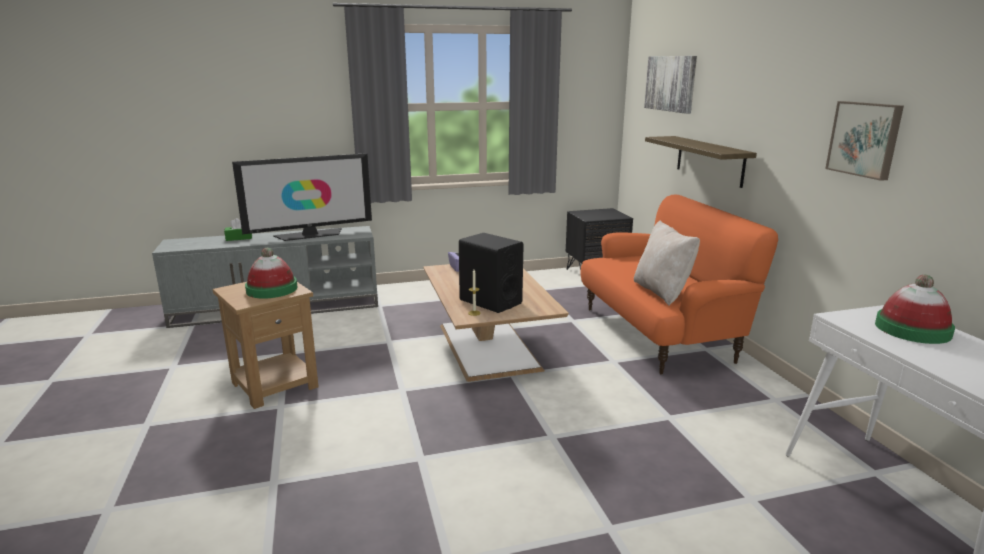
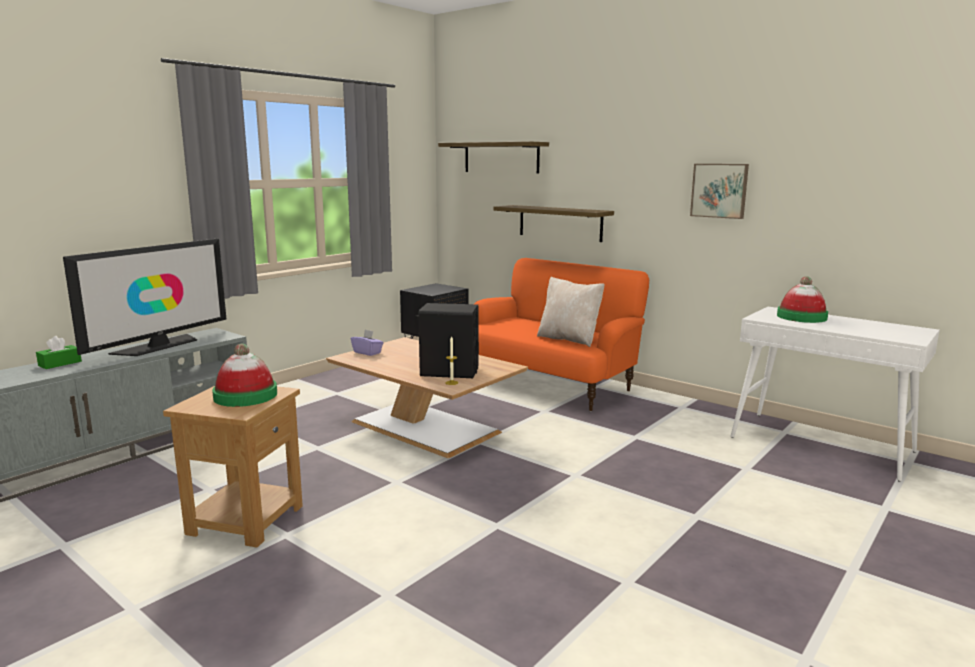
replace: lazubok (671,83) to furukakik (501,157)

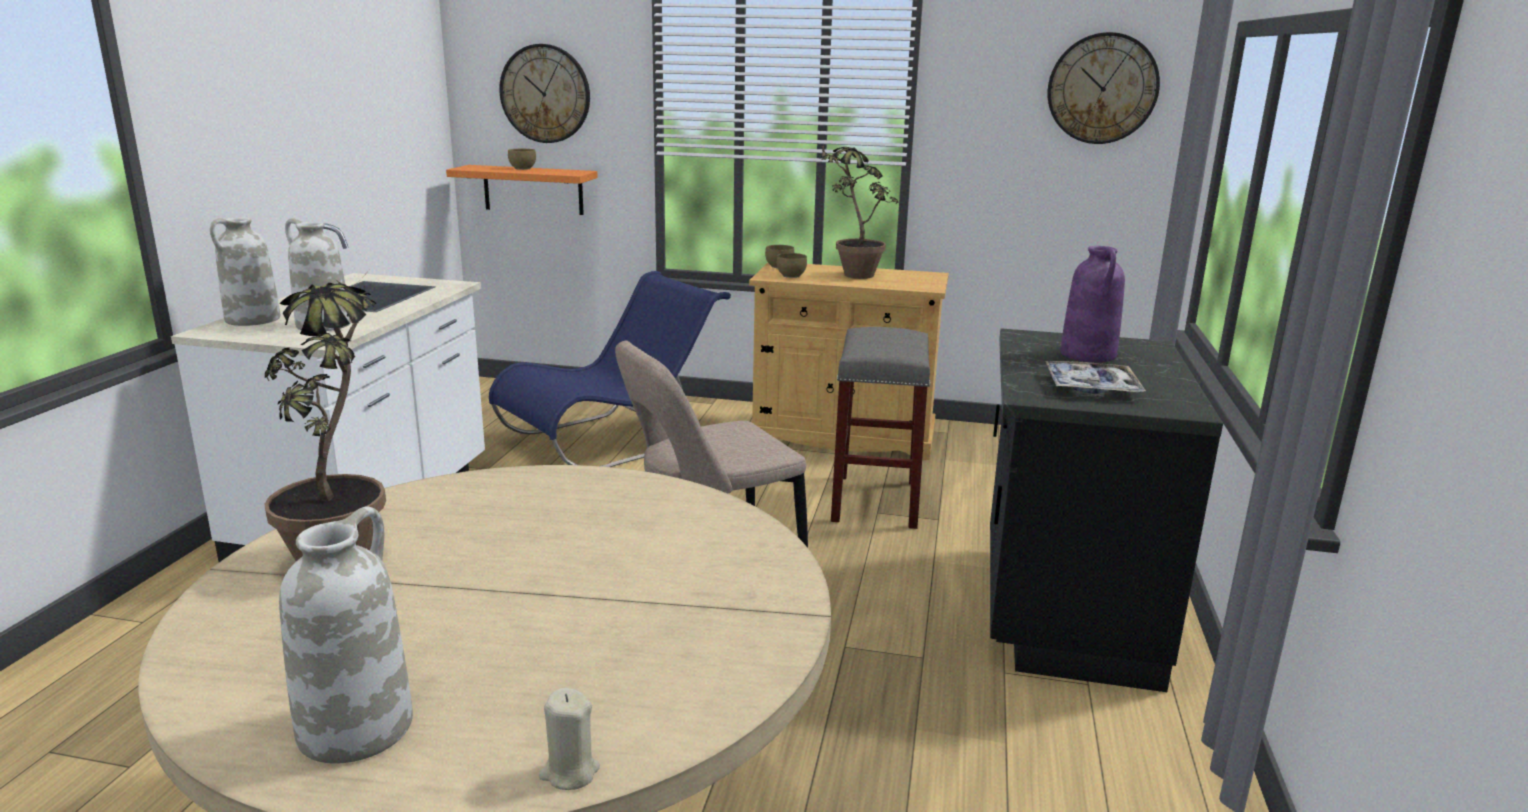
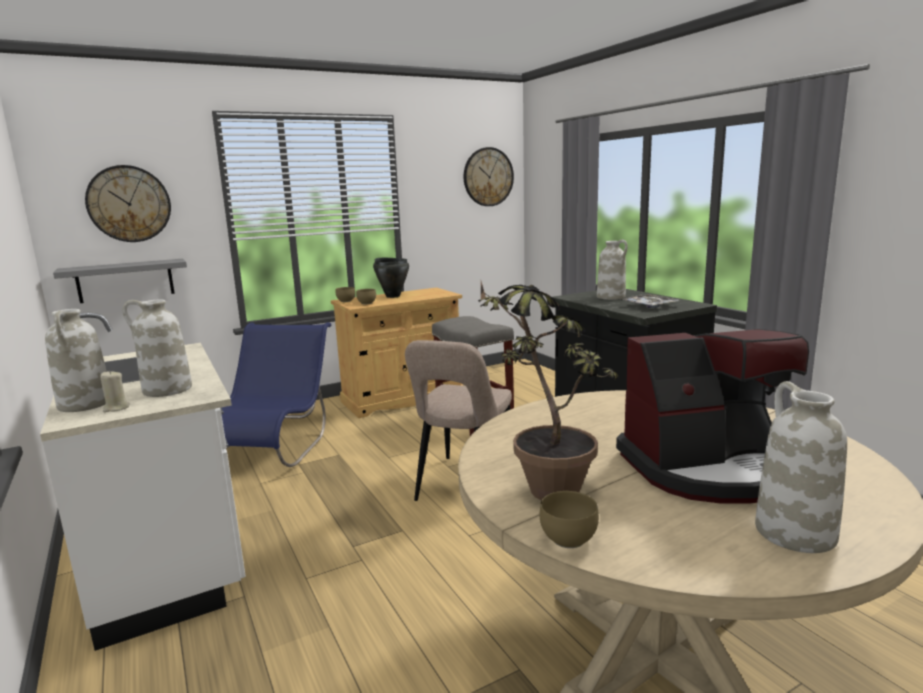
insert: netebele (708,469)
move: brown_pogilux (523,169) to (570,539); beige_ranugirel (569,772) to (116,408)
replace: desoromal (851,273) to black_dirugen (393,296)
recolor: orange_furukakik (533,190) to grey_furukakik (125,280); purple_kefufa (1089,355) to white_kefufa (611,297)

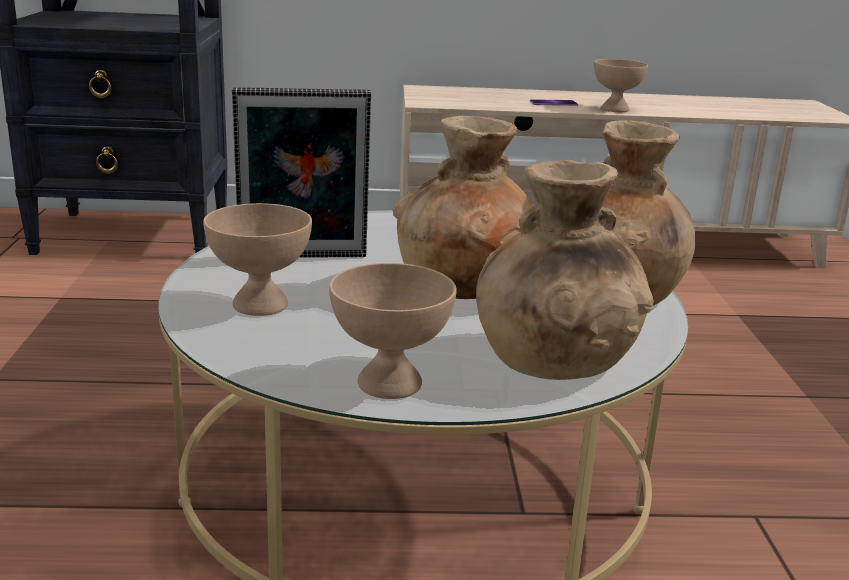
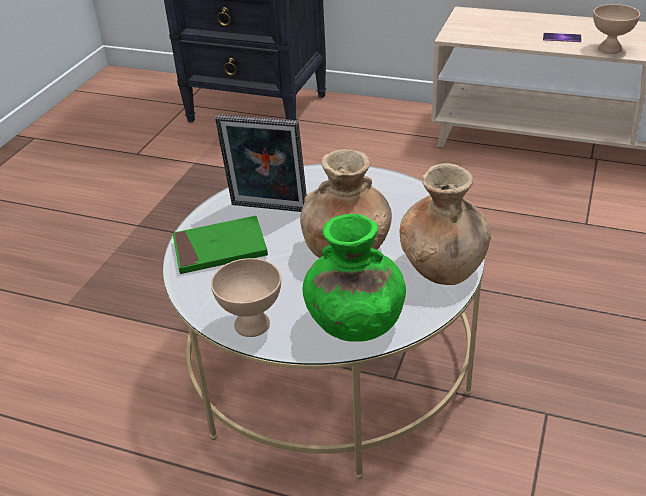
replace: beige_pogilux (258,304) to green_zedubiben (220,249)
recolor: brown_kefufa (554,361) to green_kefufa (354,323)

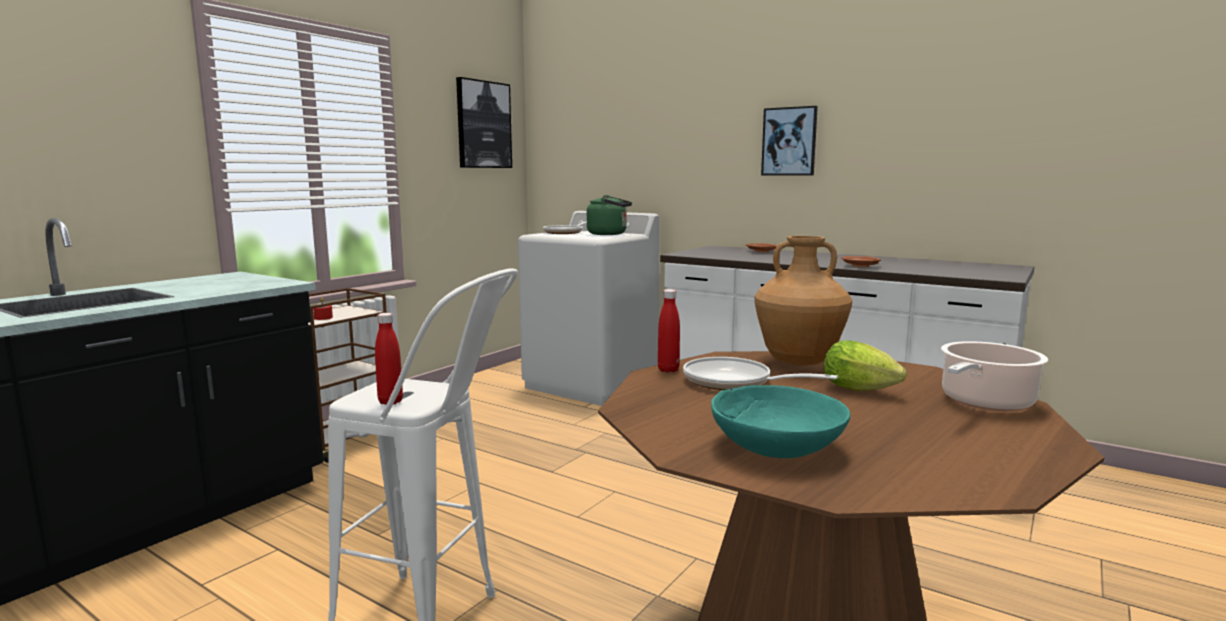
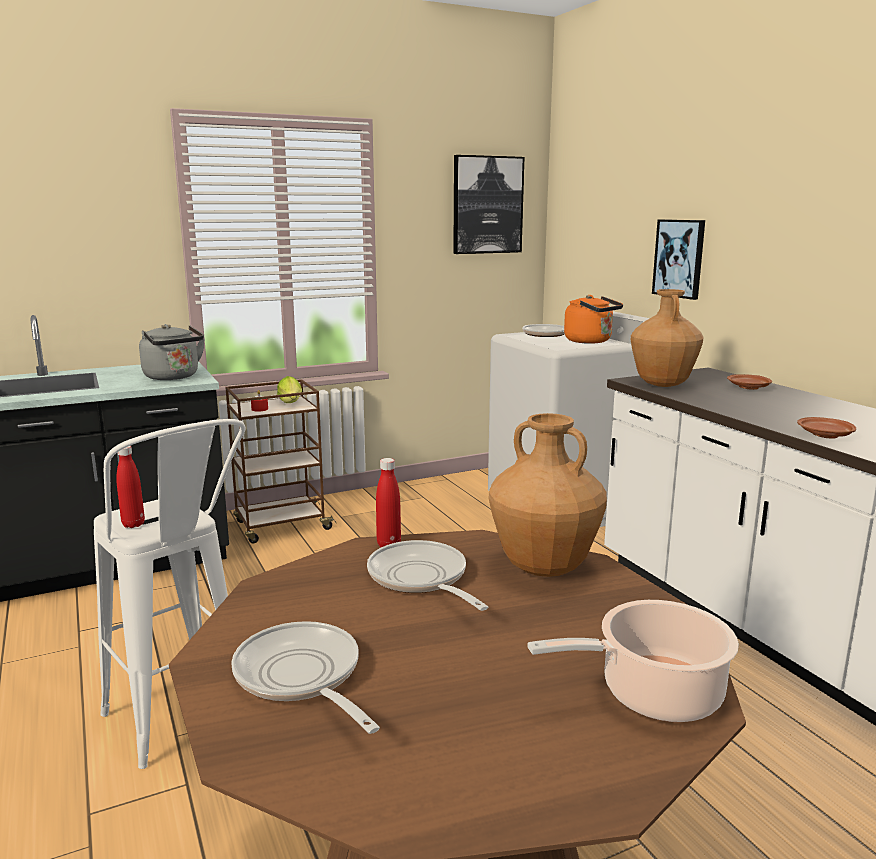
insert: brown_kefufa (662,384); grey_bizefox (174,377)
move: lazubok (789,141) to (679,258); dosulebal (863,390) to (291,404)
replace: turquoise_pogilux (776,446) to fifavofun (301,677)
recolor: green_bizefox (609,234) to orange_bizefox (591,341)

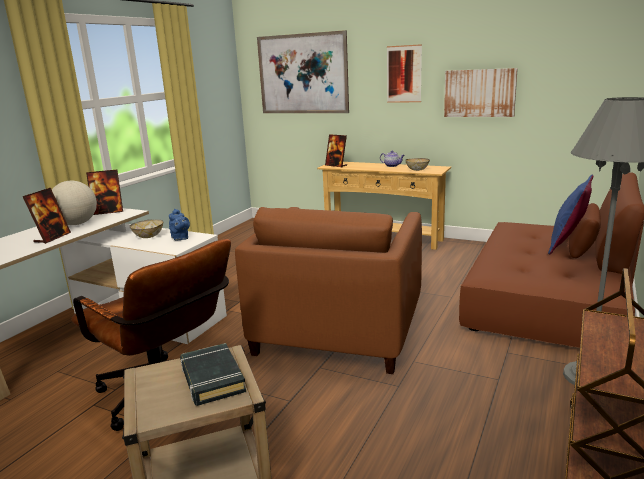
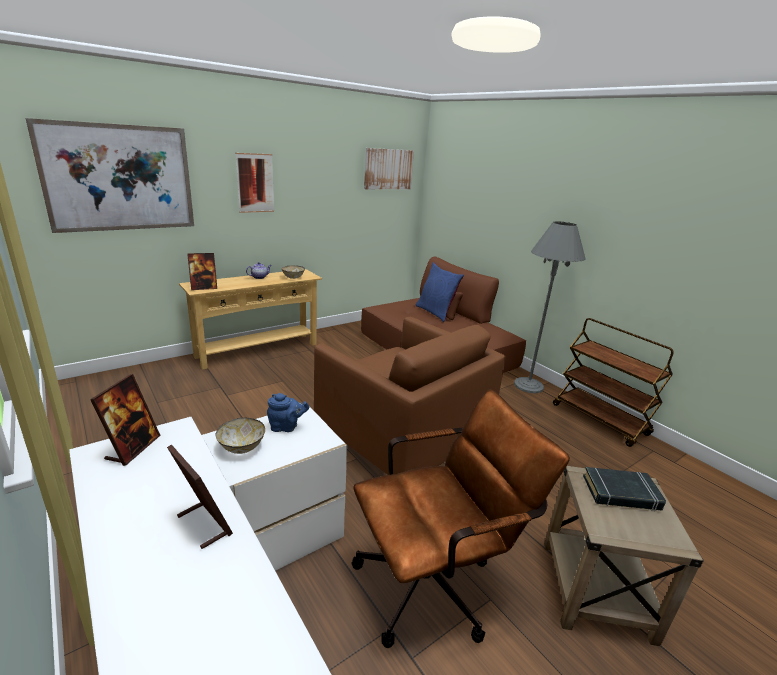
delete: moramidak (76,224)
move: lazubok (479,93) to (388,169)

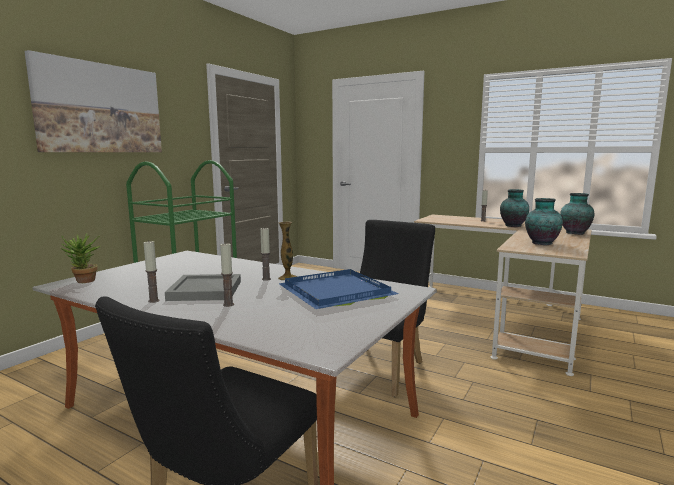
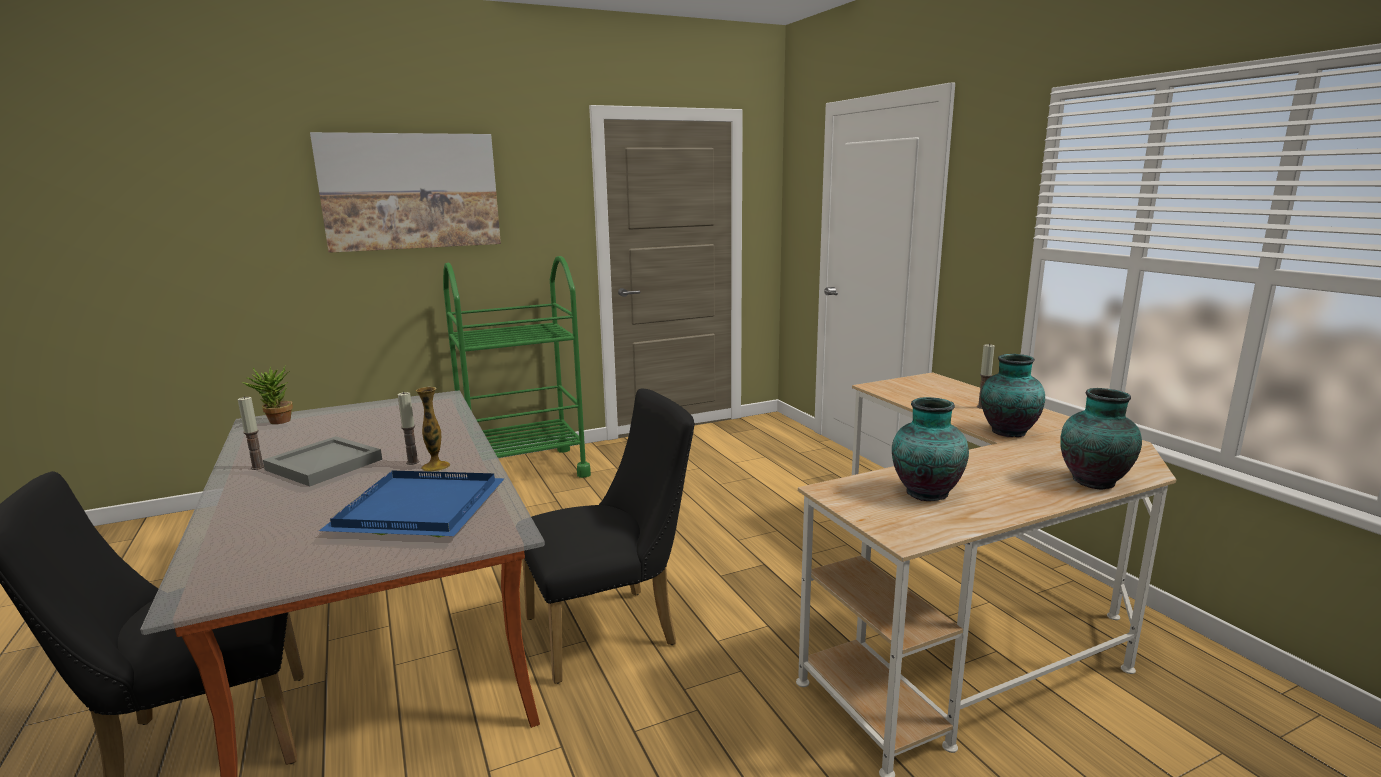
delete: ranugirel (228,304)

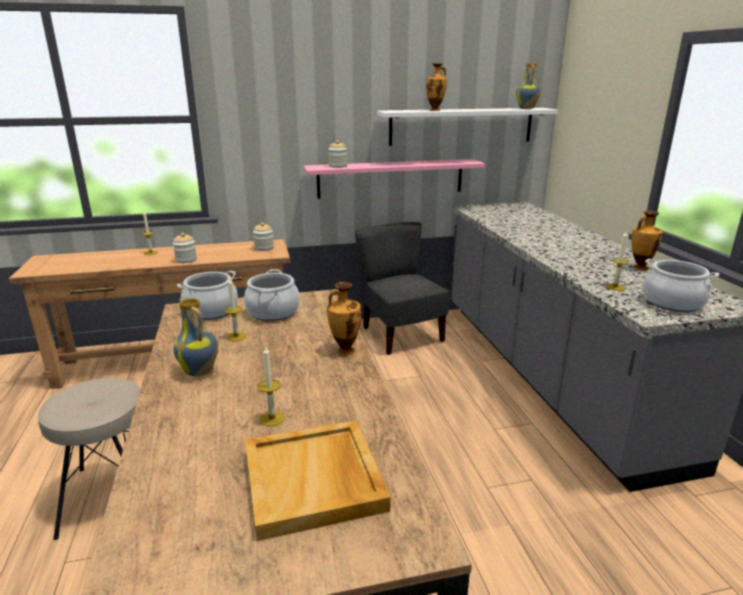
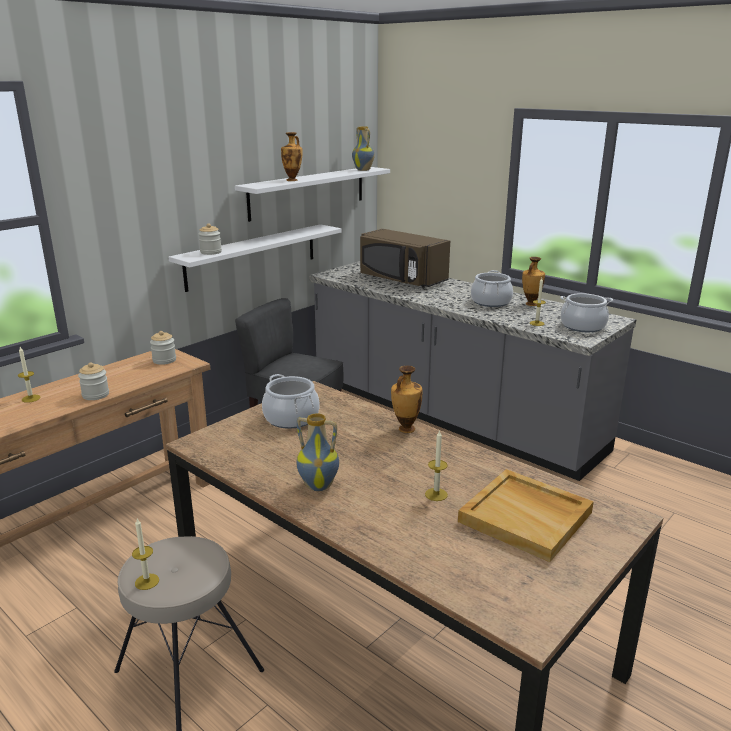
insert: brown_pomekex (401,279)
move: dirugen (211,311) to (490,302); ranugirel (236,336) to (147,581)
recolor: pink_furukakik (391,178) to white_furukakik (252,256)

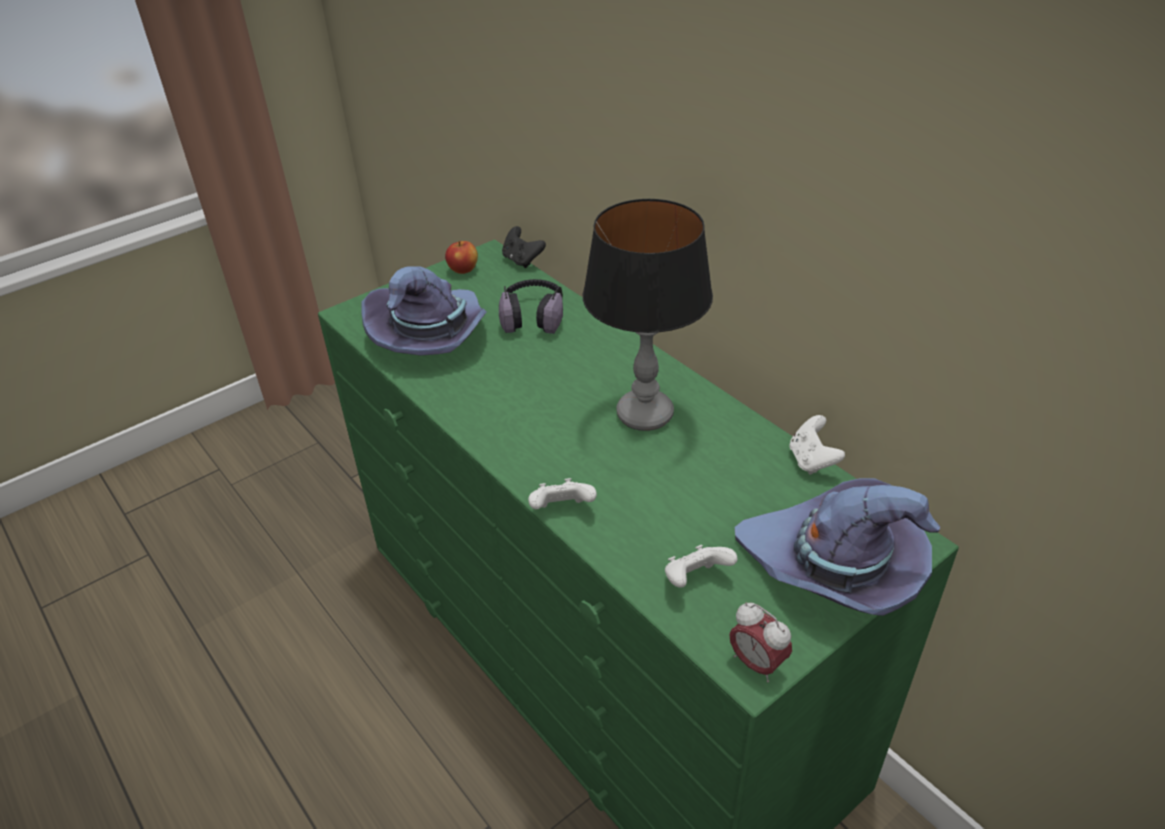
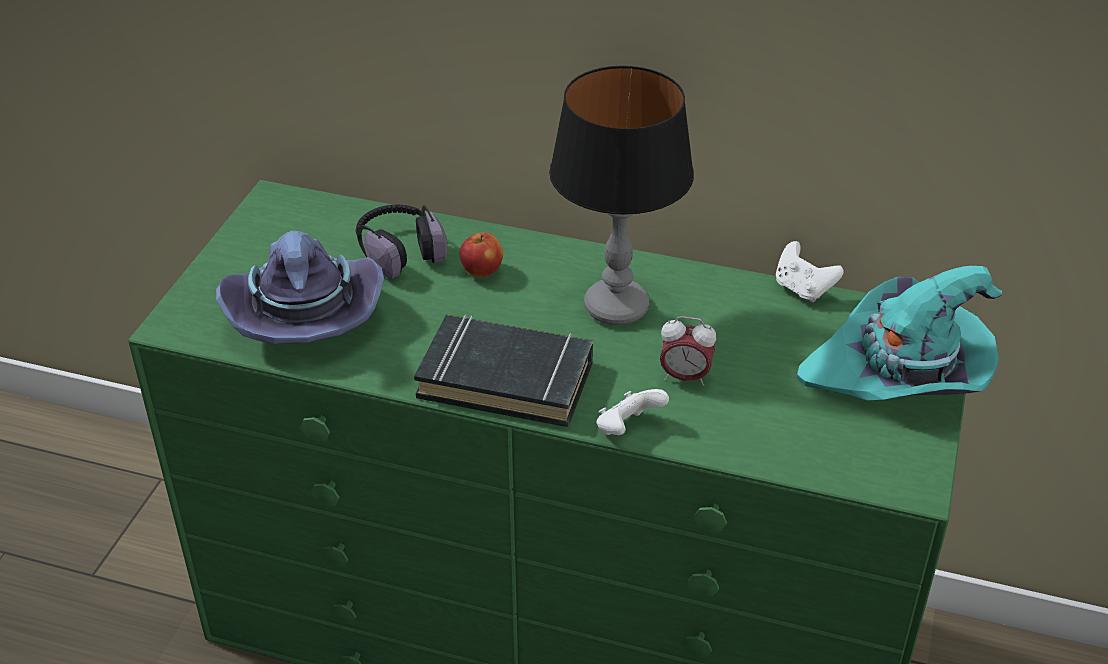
delete: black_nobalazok (522,260); white_nobalazok (695,580)
insert: black_zedubiben (506,379)
move: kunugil (463,270) to (482,271); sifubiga (756,663) to (685,377)
recolor: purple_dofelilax (834,567) to turquoise_dofelilax (901,373)

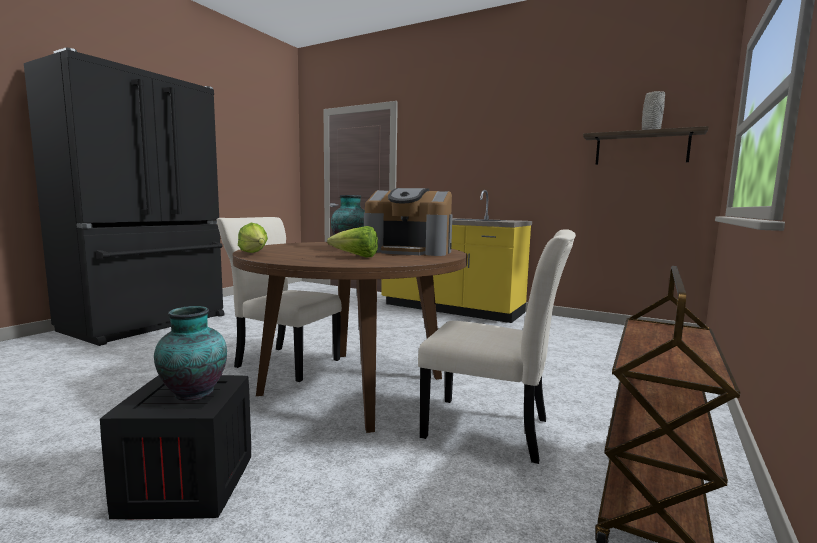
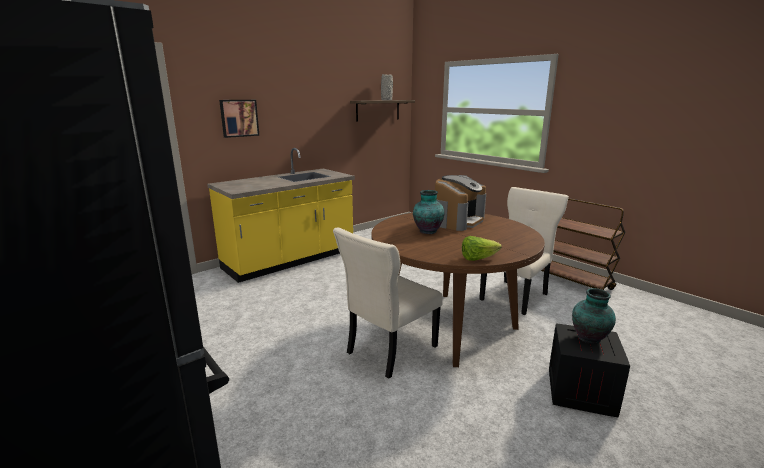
delete: dosulebal (356,257)
insert: lazubok (239,118)

